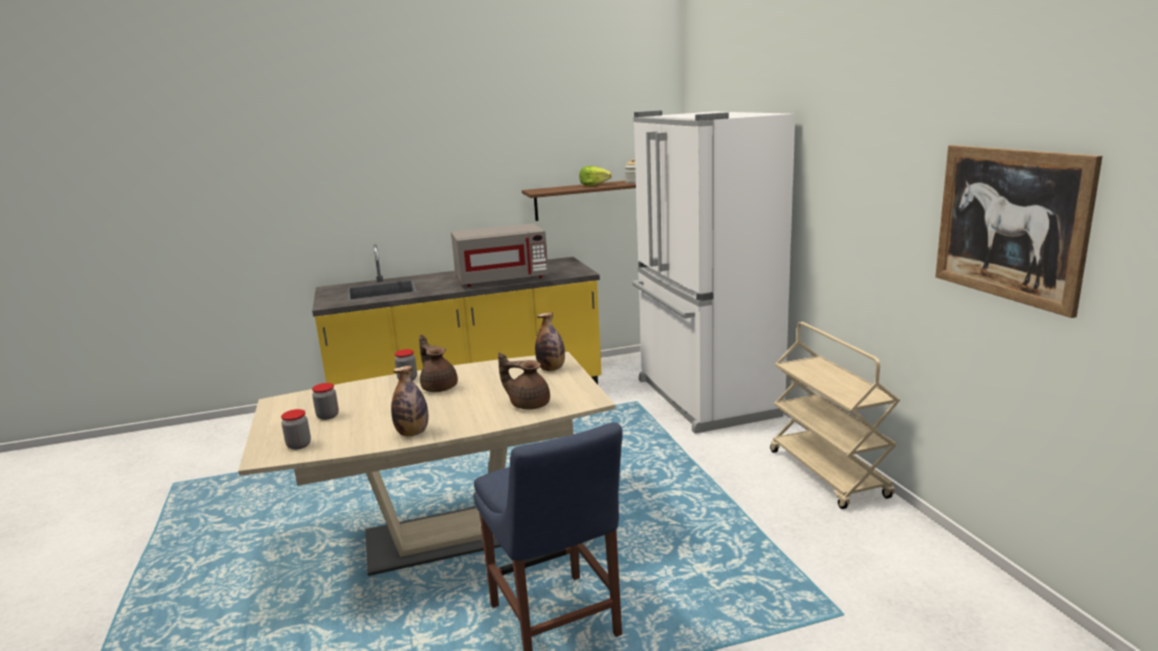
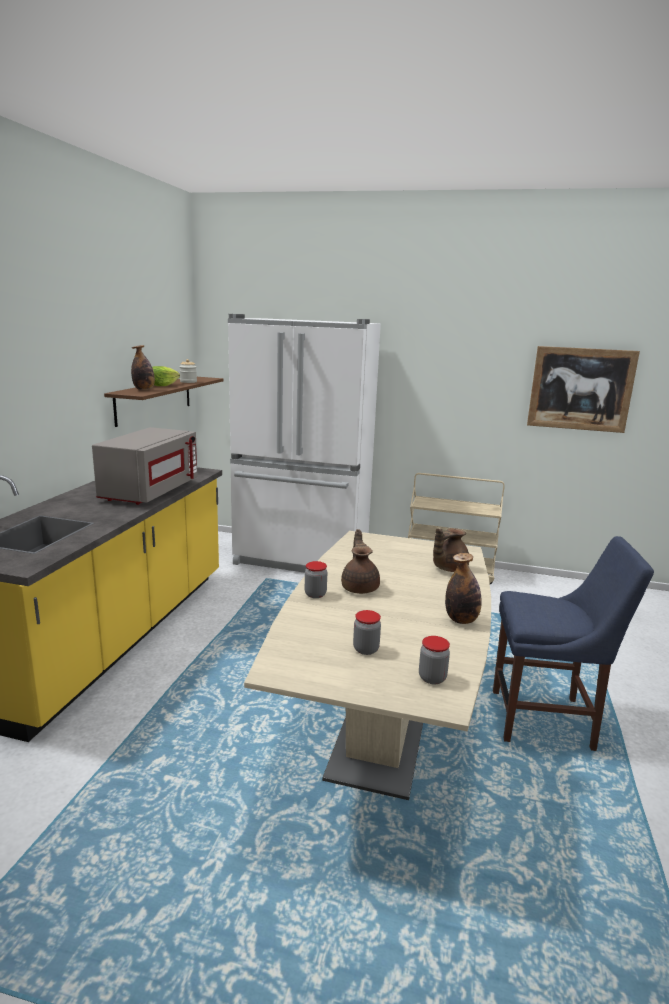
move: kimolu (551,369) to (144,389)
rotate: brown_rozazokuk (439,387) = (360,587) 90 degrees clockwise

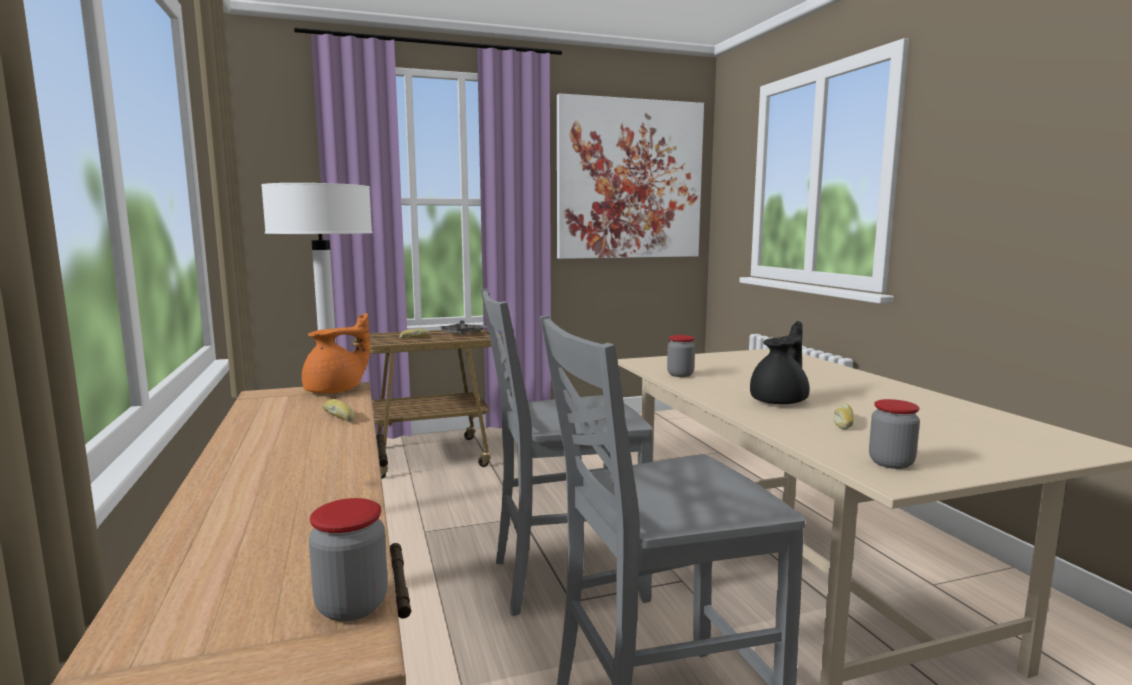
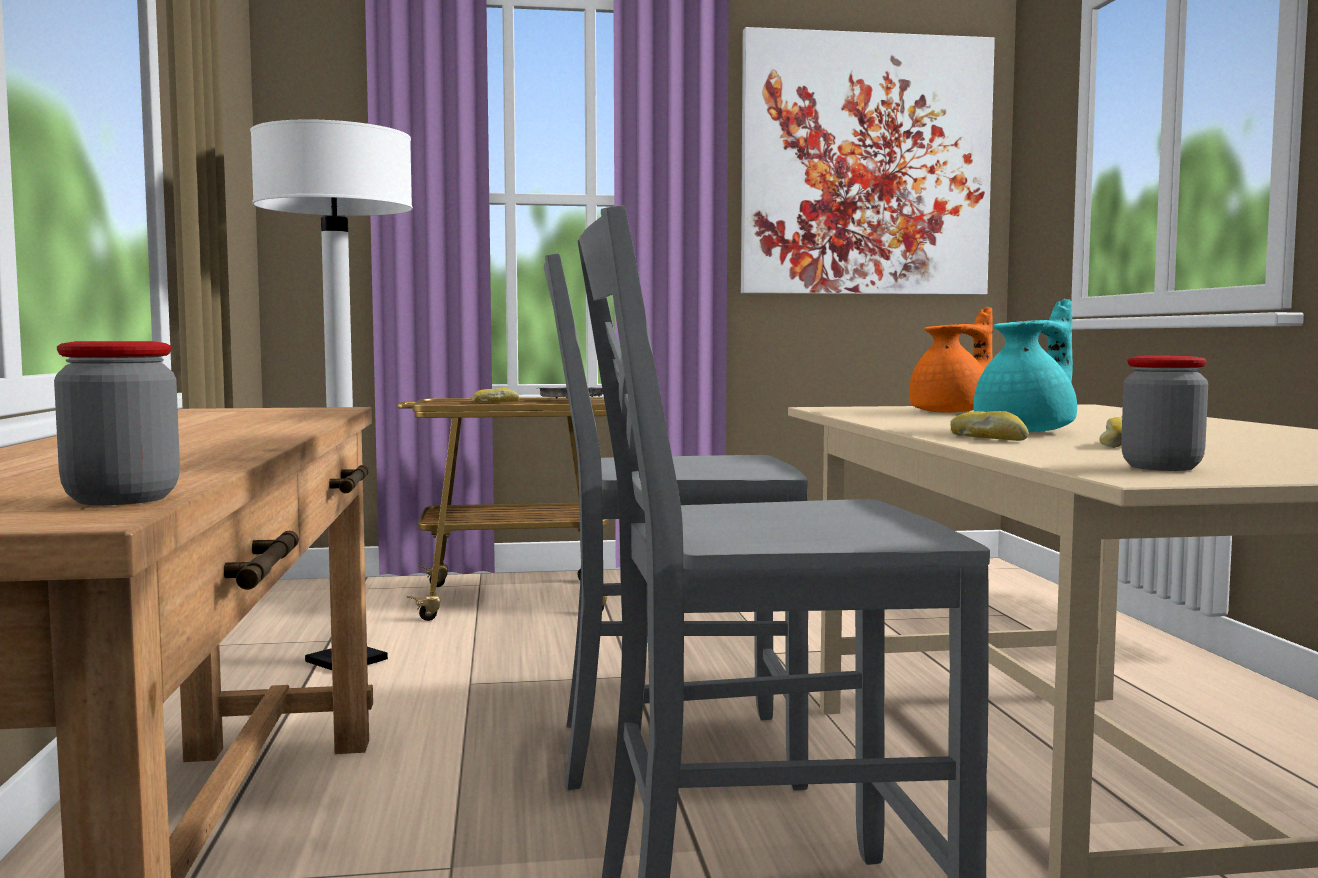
delete: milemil (680,374)
move: orange_rozazokuk (336,390) to (952,412); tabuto (340,417) to (989,438)
recolor: black_rozazokuk (780,401) to turquoise_rozazokuk (1028,431)

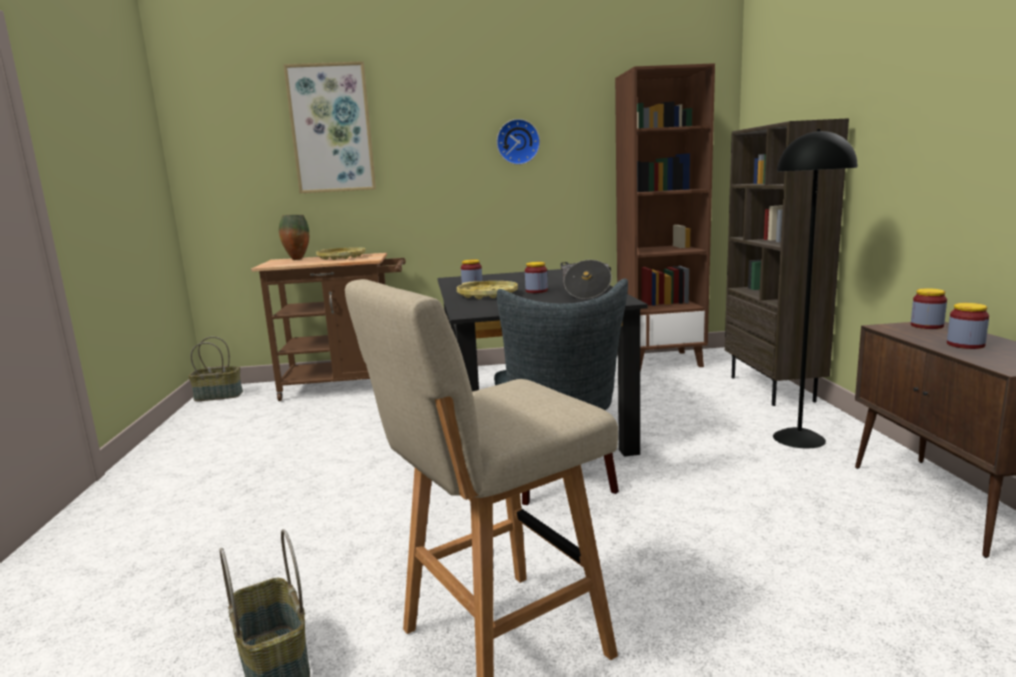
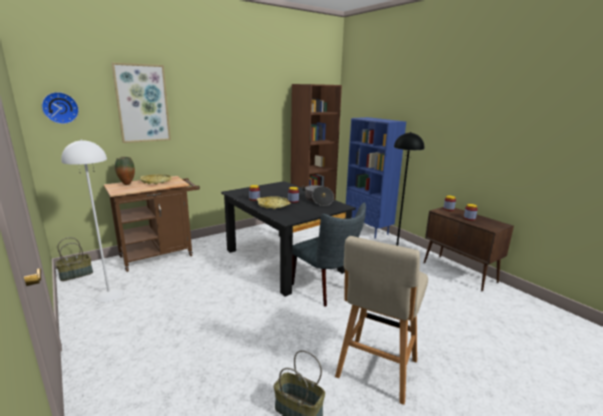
insert: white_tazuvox (109,294)
move: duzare (517,142) to (60,108)
recolor: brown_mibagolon (773,389) to blue_mibagolon (368,230)

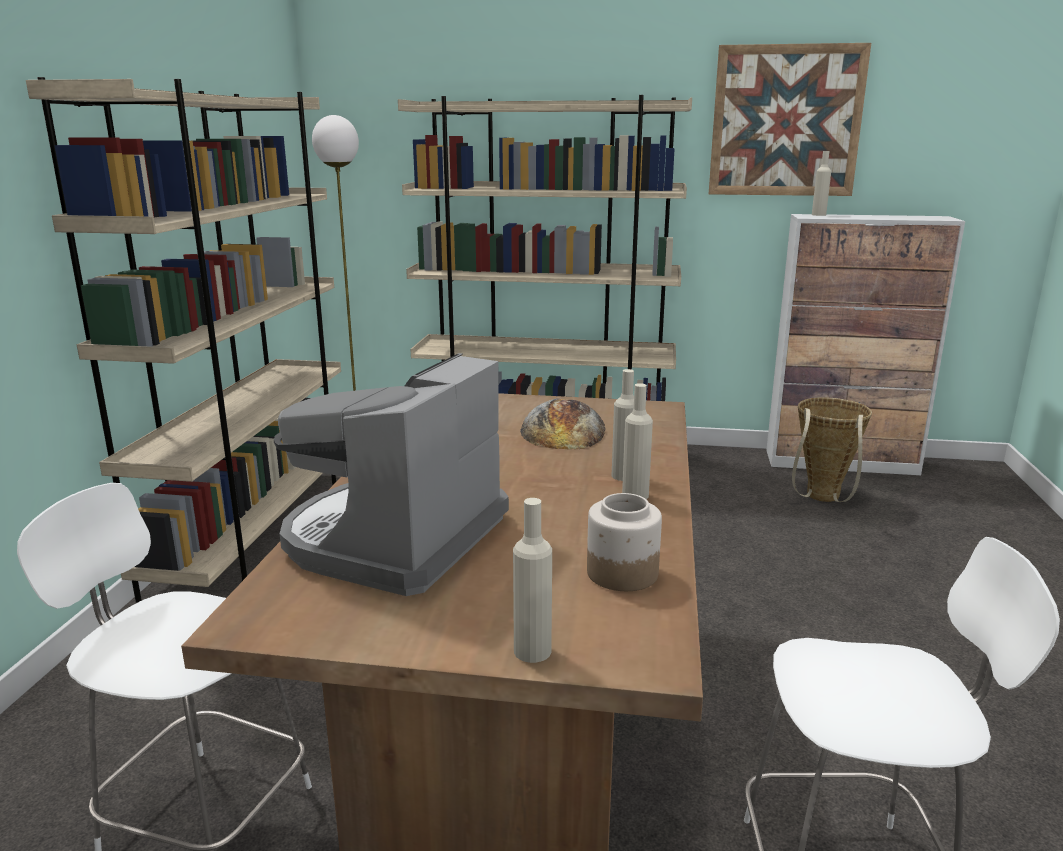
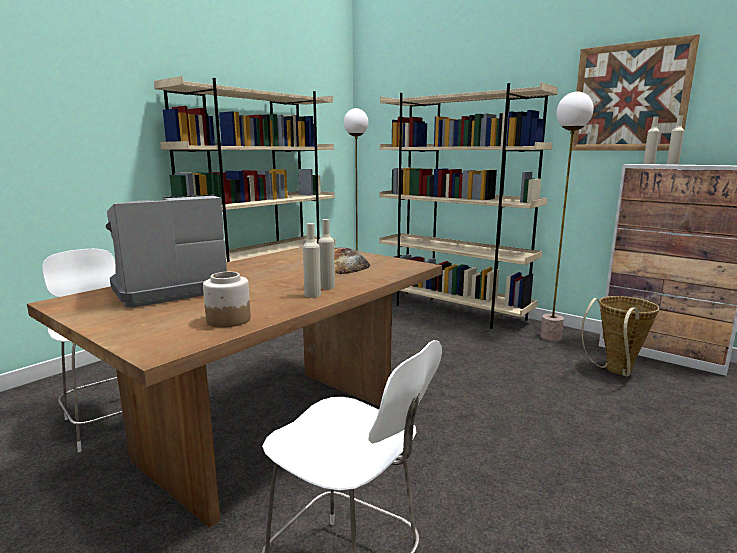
insert: tazuvox (550,337)
move: beige_kimolu (532,651) to (672,164)

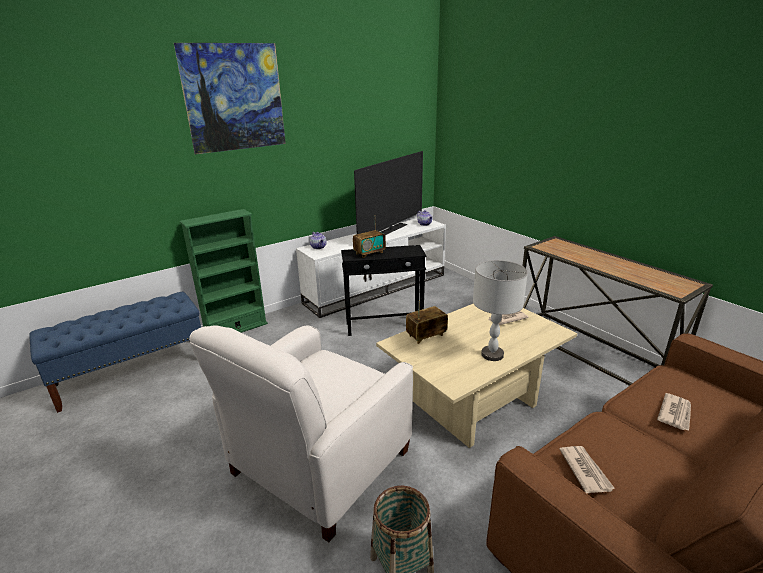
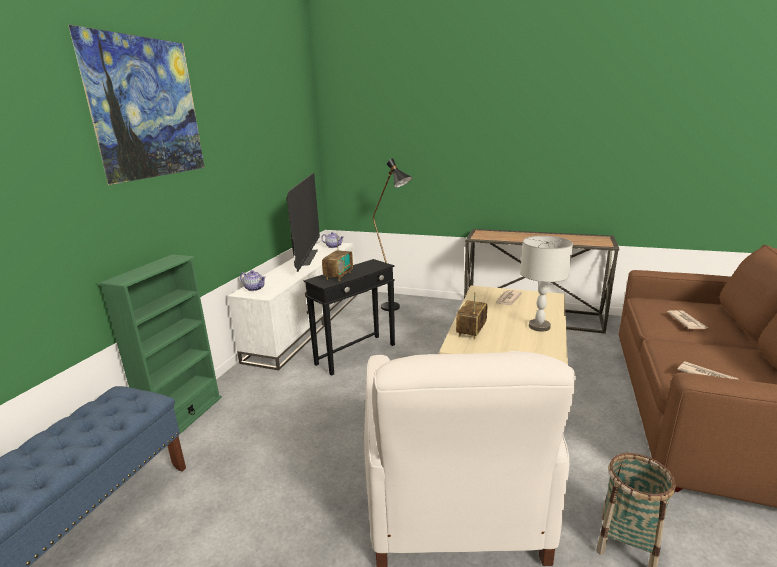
insert: black_tazuvox (395,309)

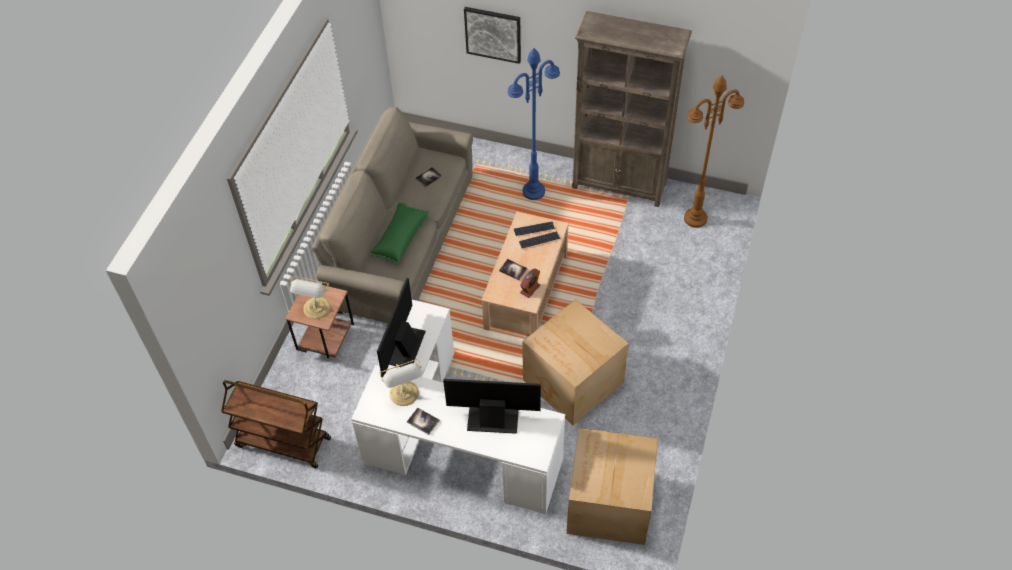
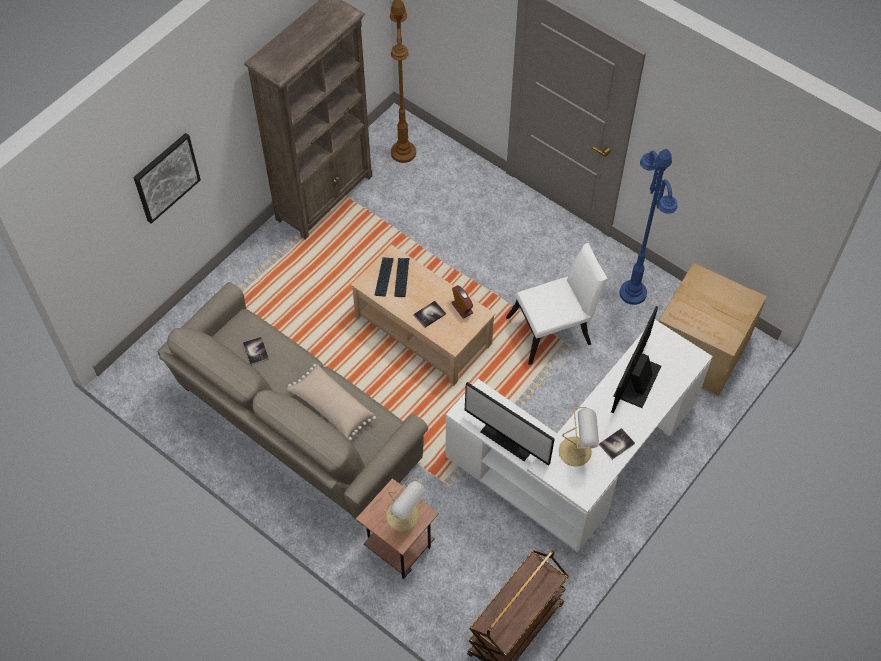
move: blue_tazuvox (533,192) to (633,293)
replace: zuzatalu (573,382) to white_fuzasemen (554,330)
recolor: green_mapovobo (400,238) to beige_mapovobo (331,407)

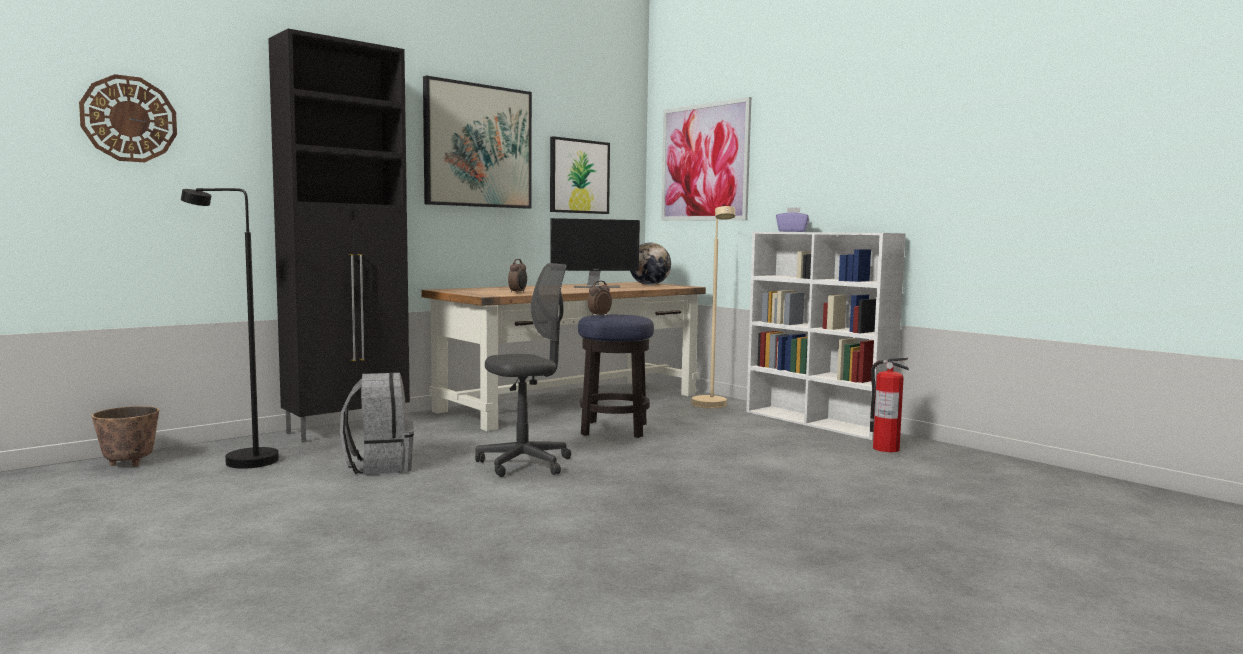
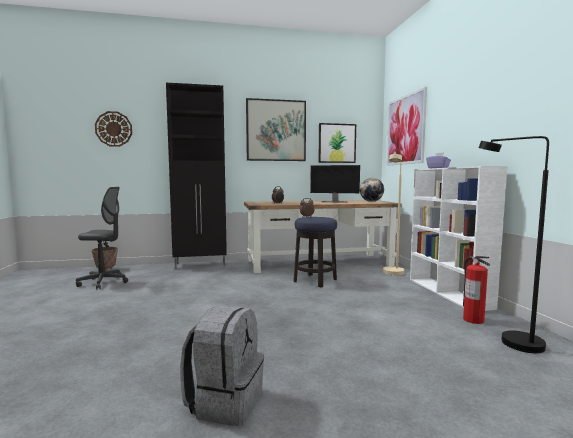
move: black_tazuvox (240,460) to (510,341); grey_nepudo (524,464) to (103,282); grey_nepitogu (380,465) to (225,401)

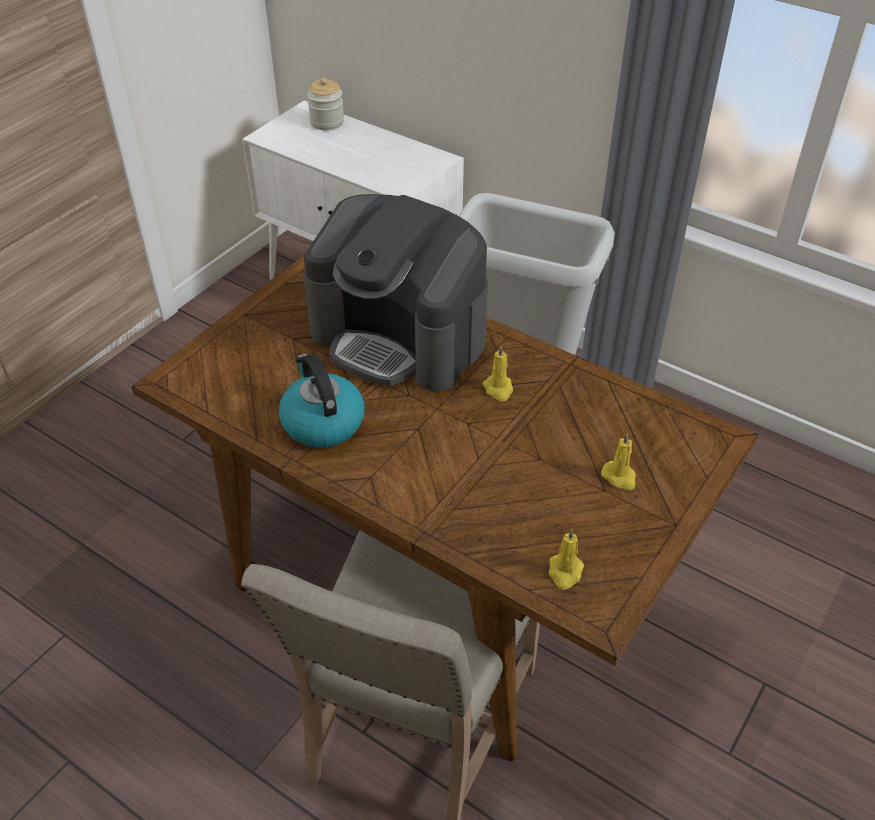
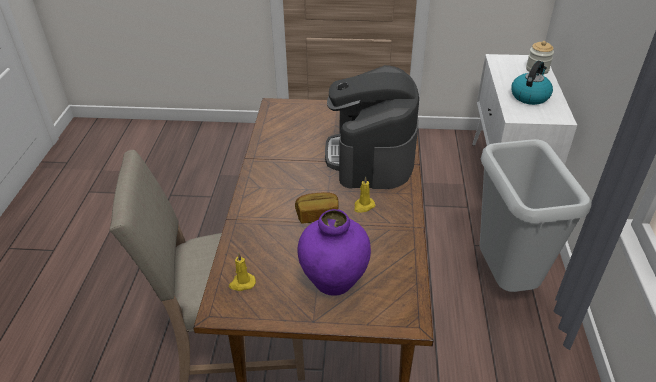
insert: tabuto (317,215)
move: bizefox (322,422) to (530,96)
replace: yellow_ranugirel (619,477) to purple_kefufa (334,281)

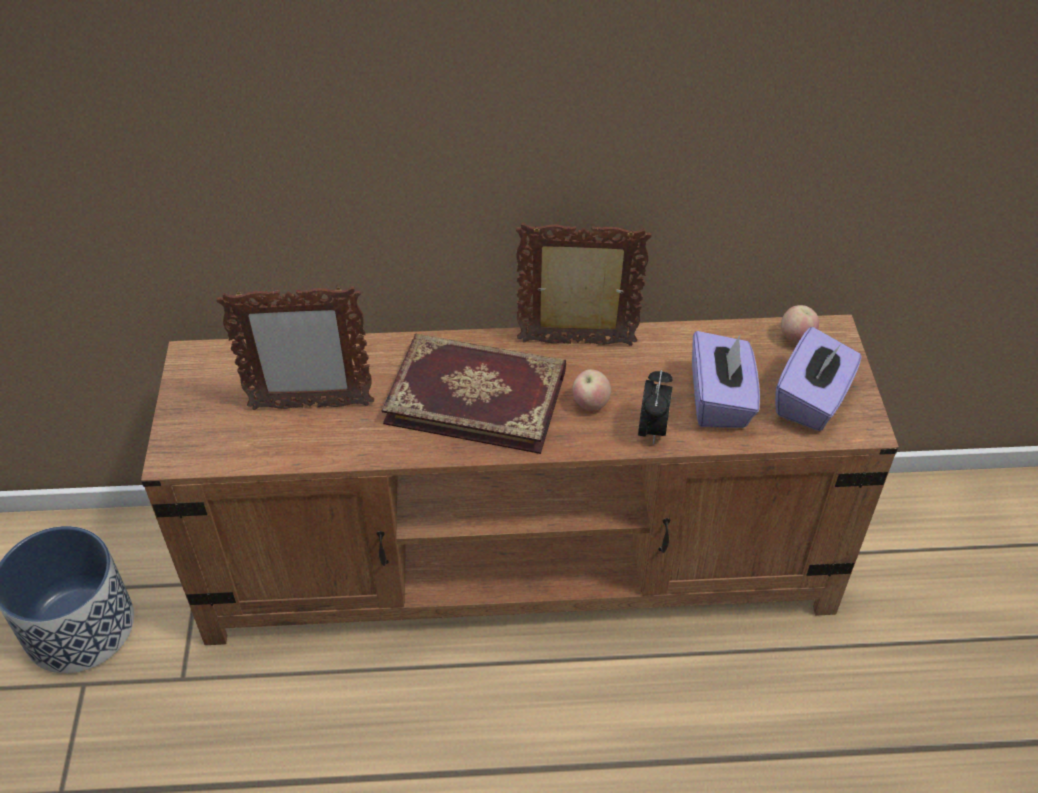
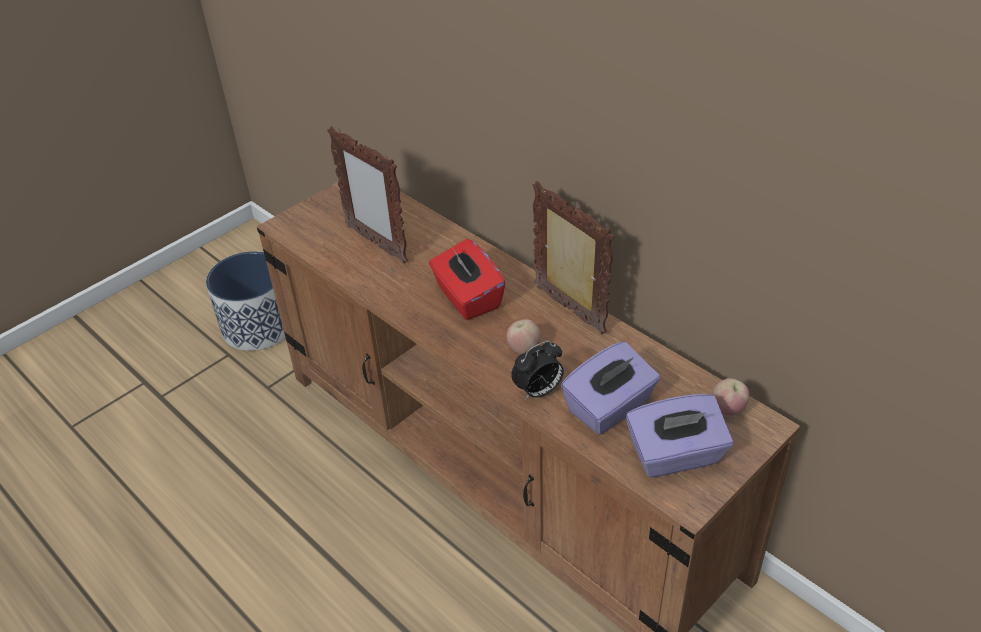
replace: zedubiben (477,395) to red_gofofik (467,298)

